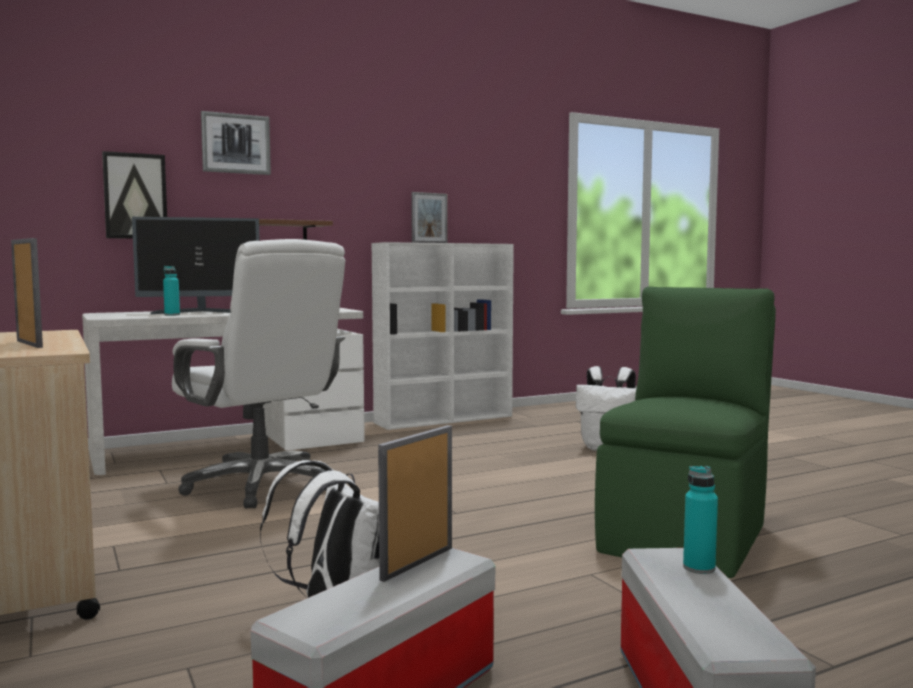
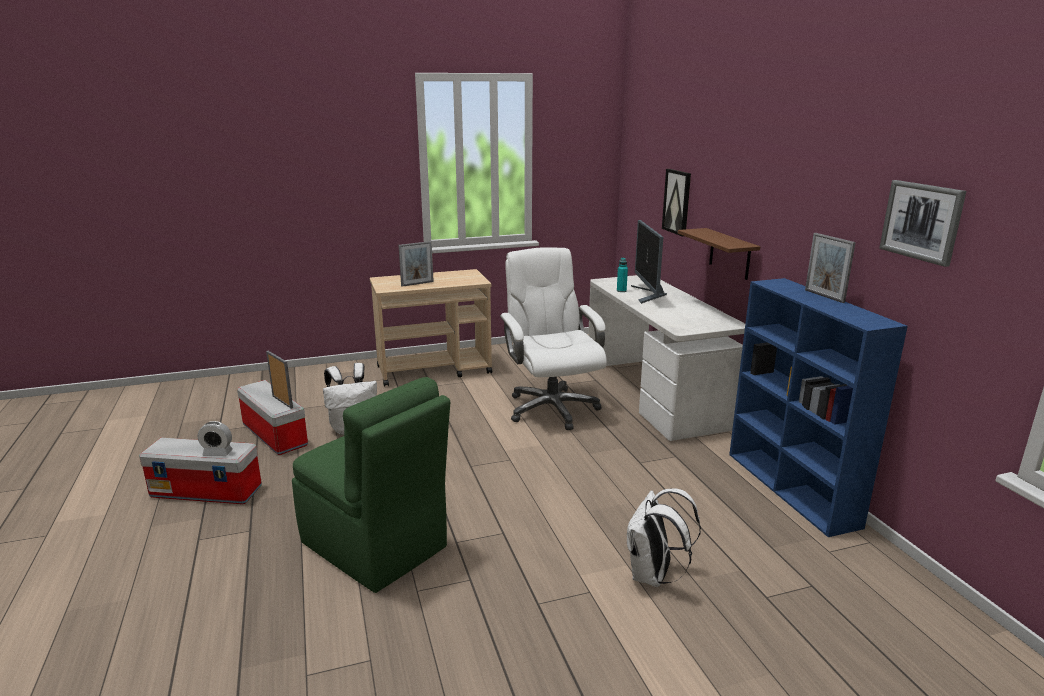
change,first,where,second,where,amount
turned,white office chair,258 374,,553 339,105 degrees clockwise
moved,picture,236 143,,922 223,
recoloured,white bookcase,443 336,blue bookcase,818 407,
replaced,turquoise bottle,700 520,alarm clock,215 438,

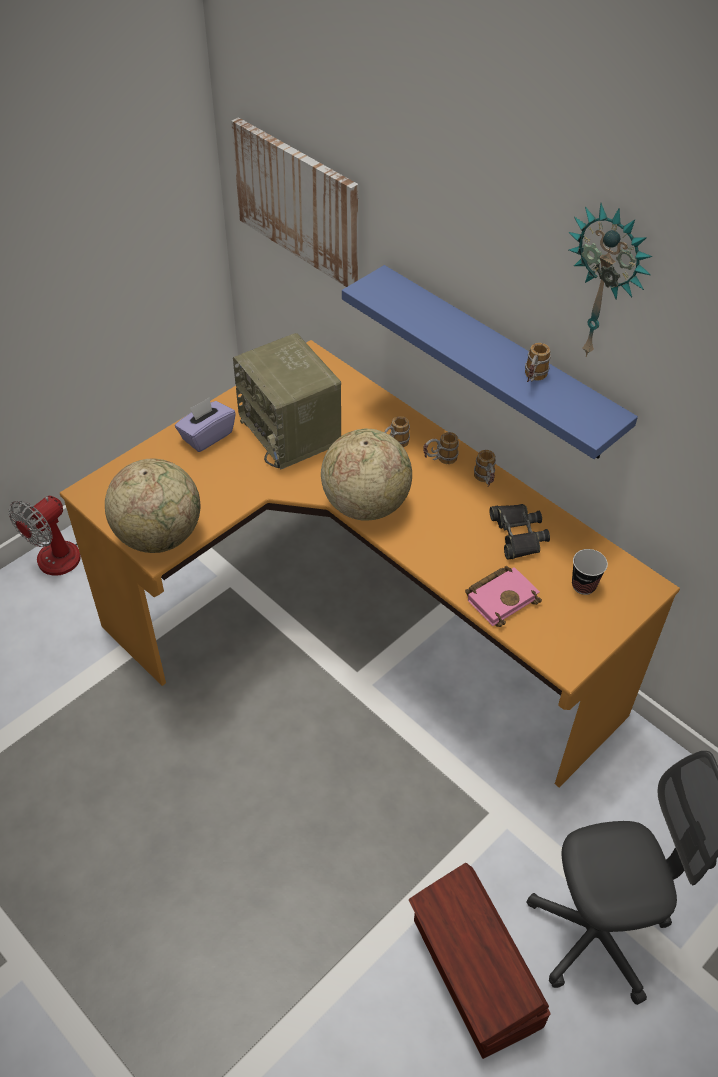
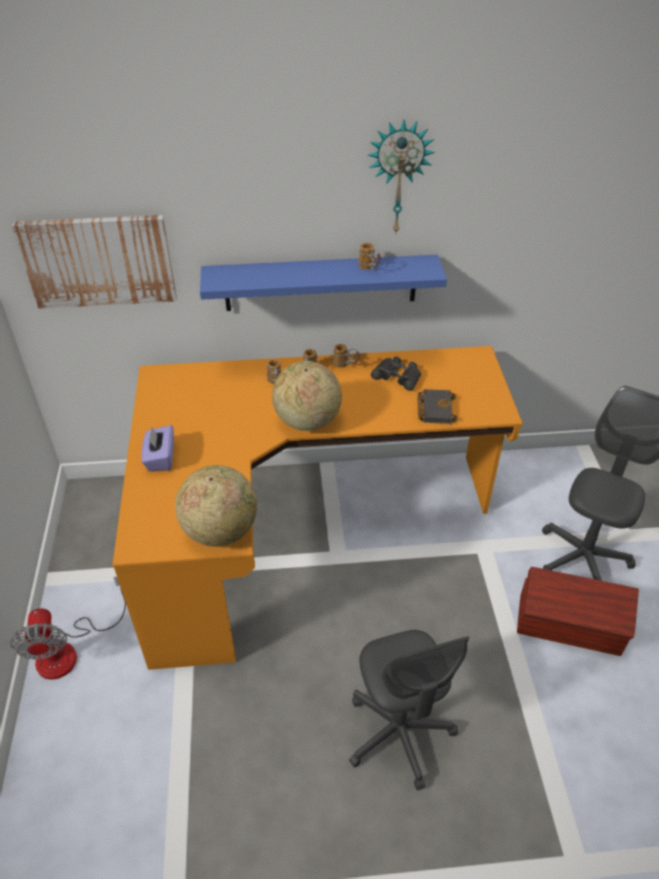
change,first,where,second,where,amount
removed,radio,287 401,,,
recoloured,pink book,503 596,black book,437 406,
removed,cup,590 572,,,
added,,,grey office chair,409 710,

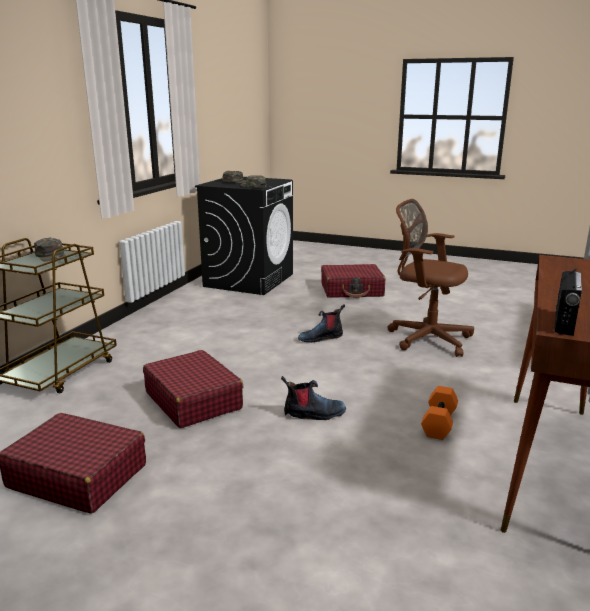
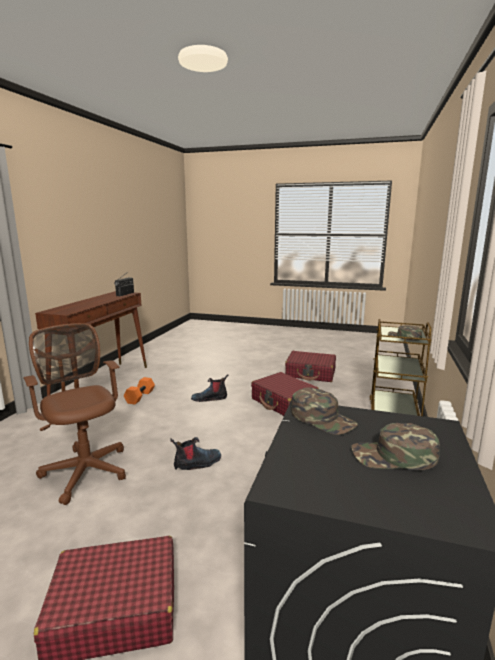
change,first,where,second,where,amount
turned,brown office chair,431 278,,74 414,150 degrees counterclockwise

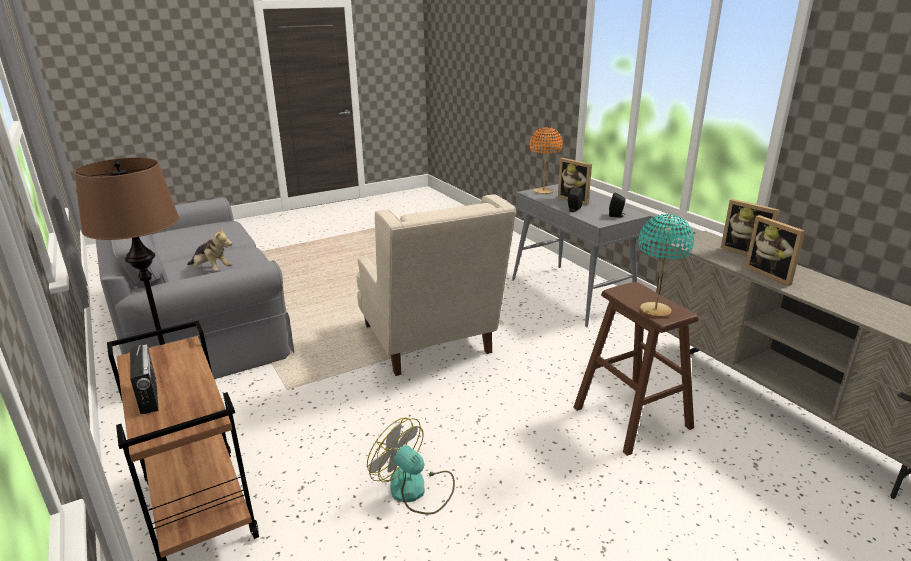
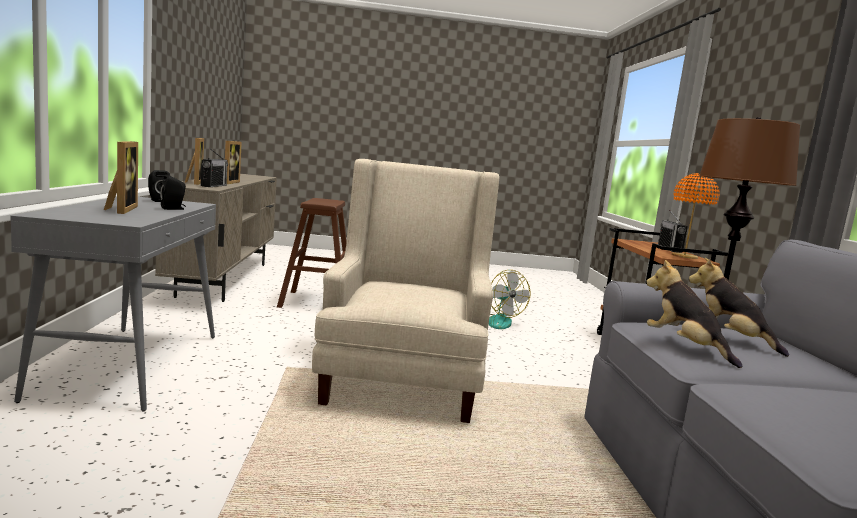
change,first,where,second,where,amount
moved,orange table lamp,546 160,,695 216,
removed,turquoise table lamp,666 265,,,
added,,,radio,214 167,
added,,,plush toy,694 314,

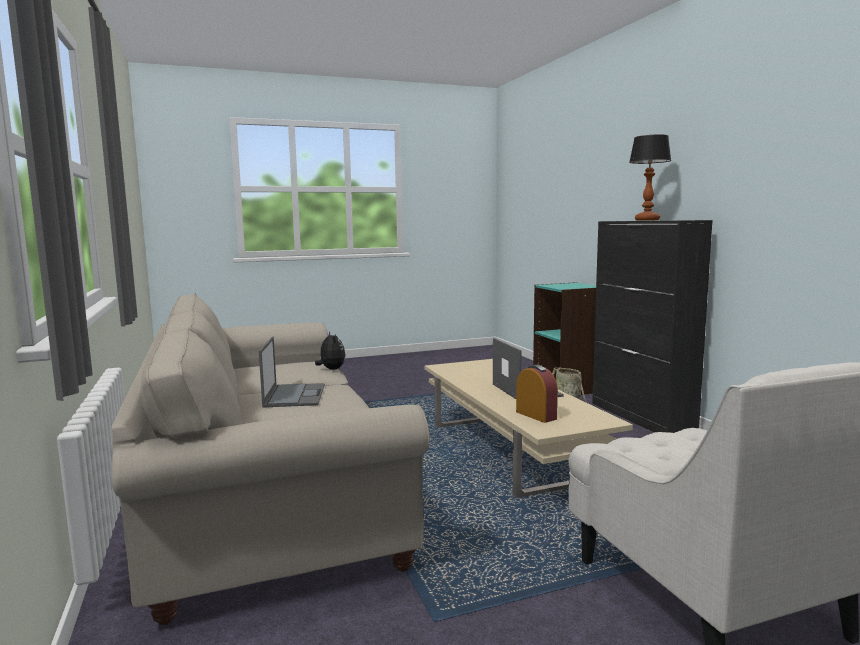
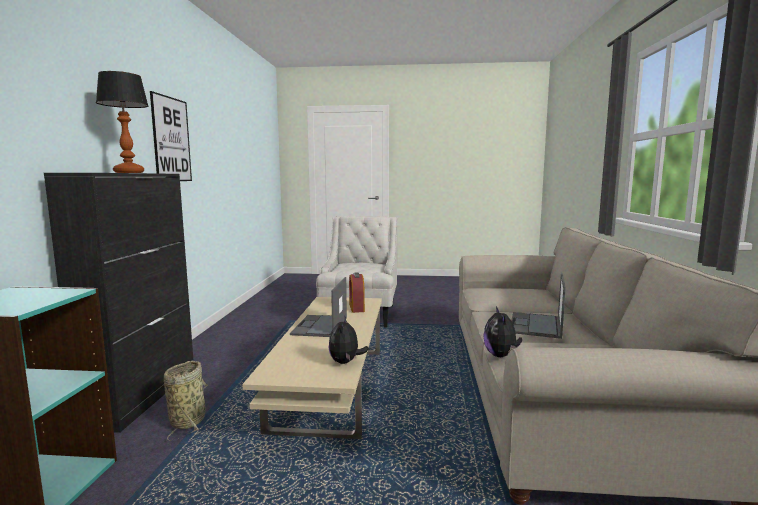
change,first,where,second,where,amount
added,,,picture,171 136,
added,,,plush toy,349 339,

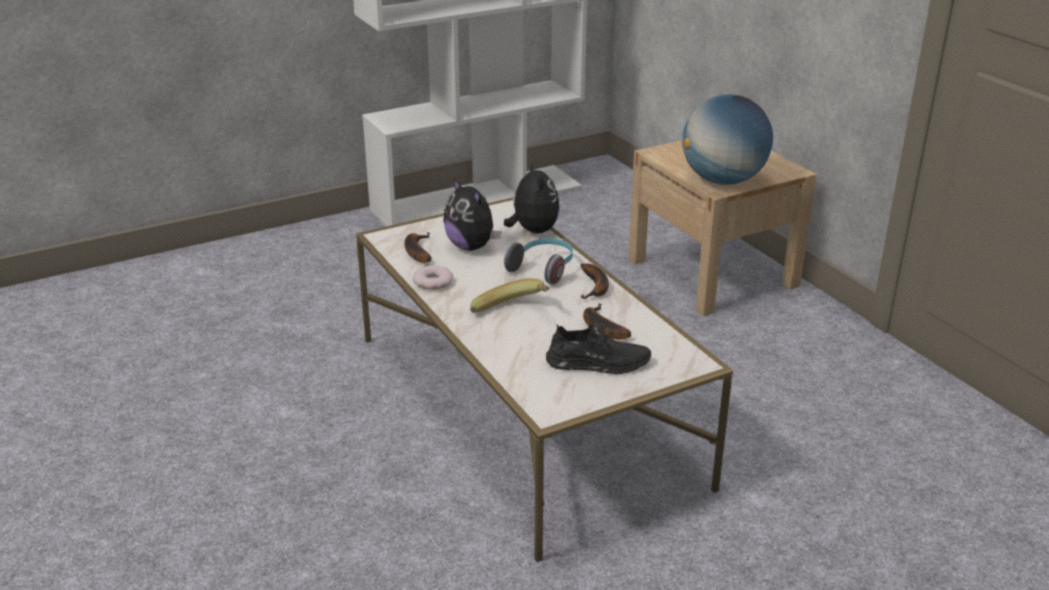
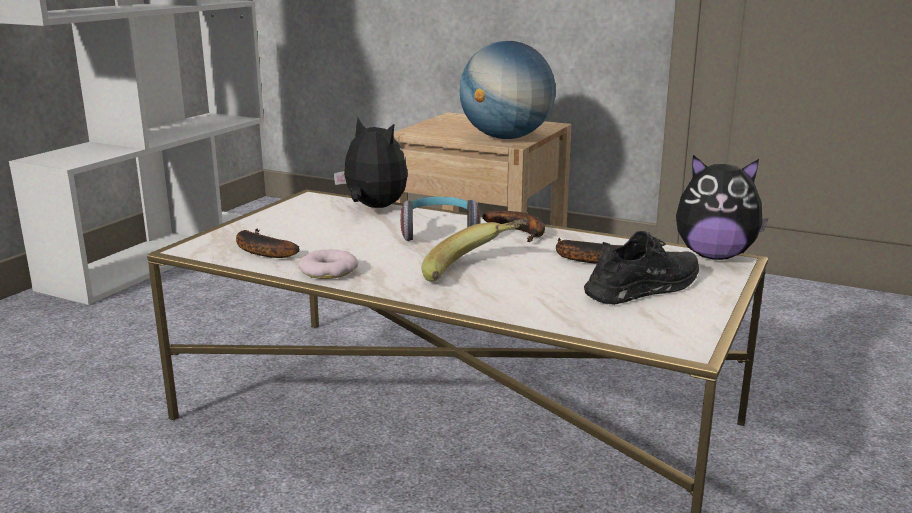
change,first,where,second,where,amount
moved,plush toy,472 214,,722 207,

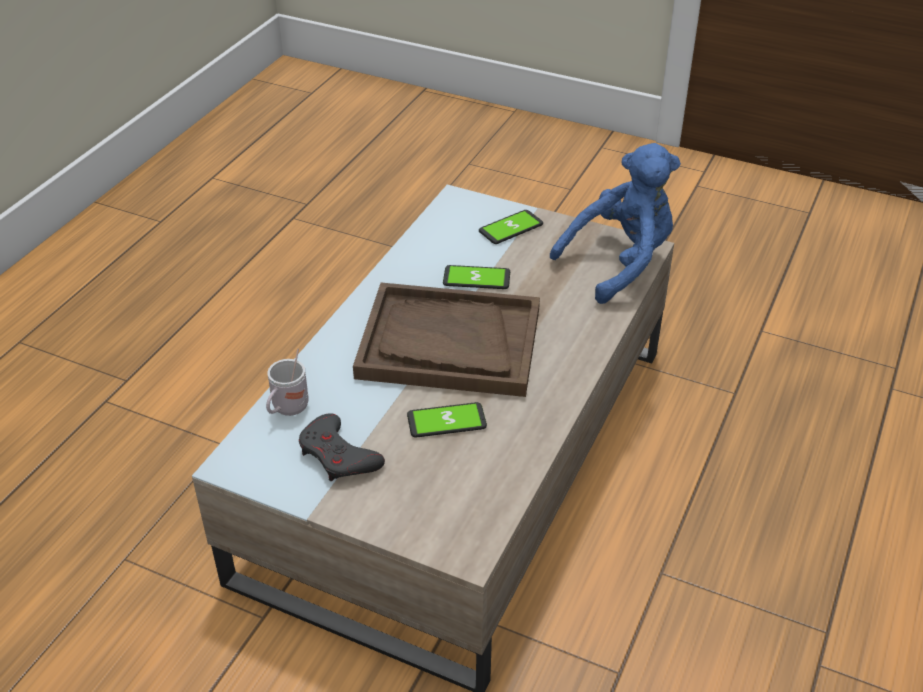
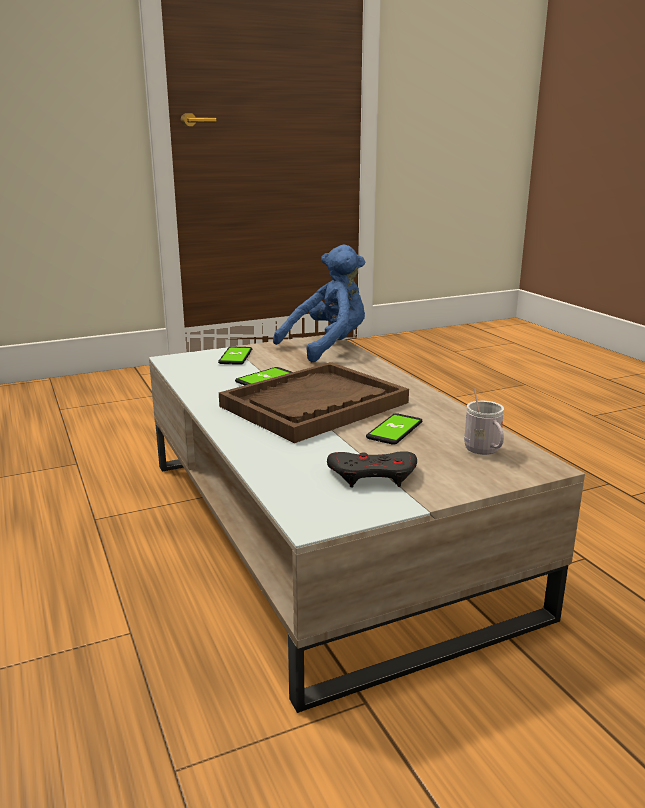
change,first,where,second,where,amount
moved,white mug,287 382,,484 422,
turned,blue plush toy,615 223,,319 303,45 degrees clockwise

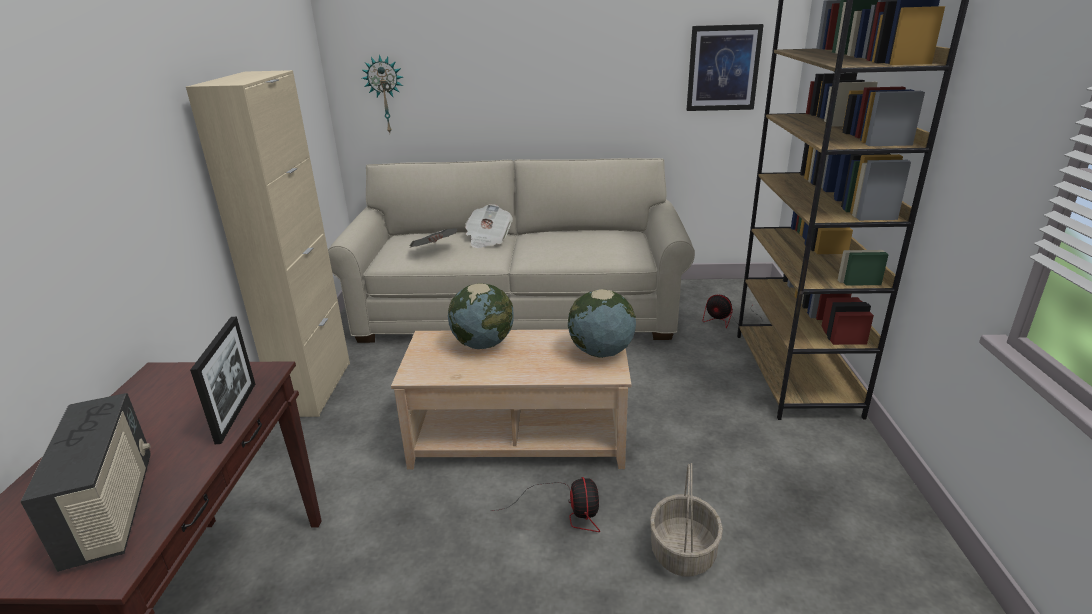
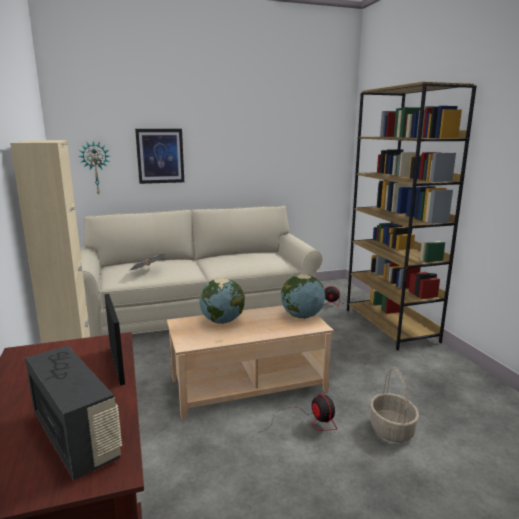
change,first,where,second,where,amount
removed,newspaper,489 226,,,
moved,picture,725 67,,159 156,

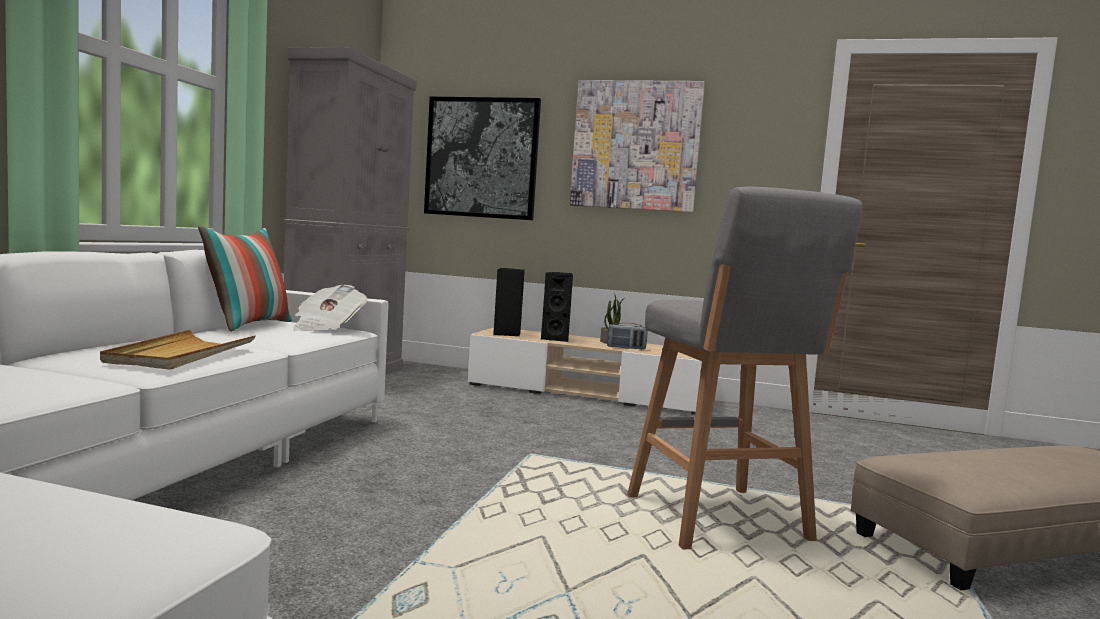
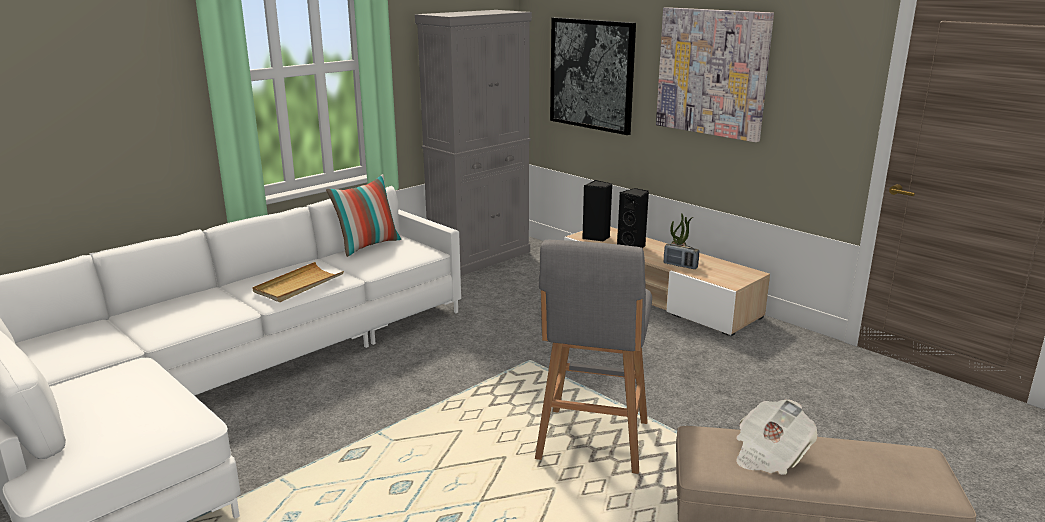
change,first,where,second,where,amount
moved,newspaper,330 308,,777 437,

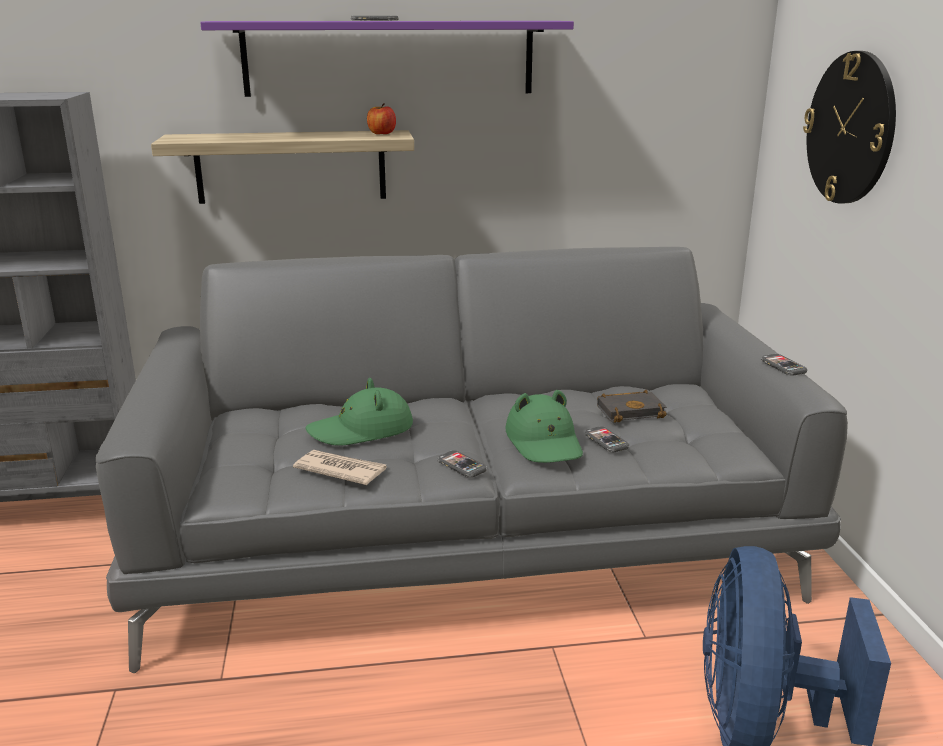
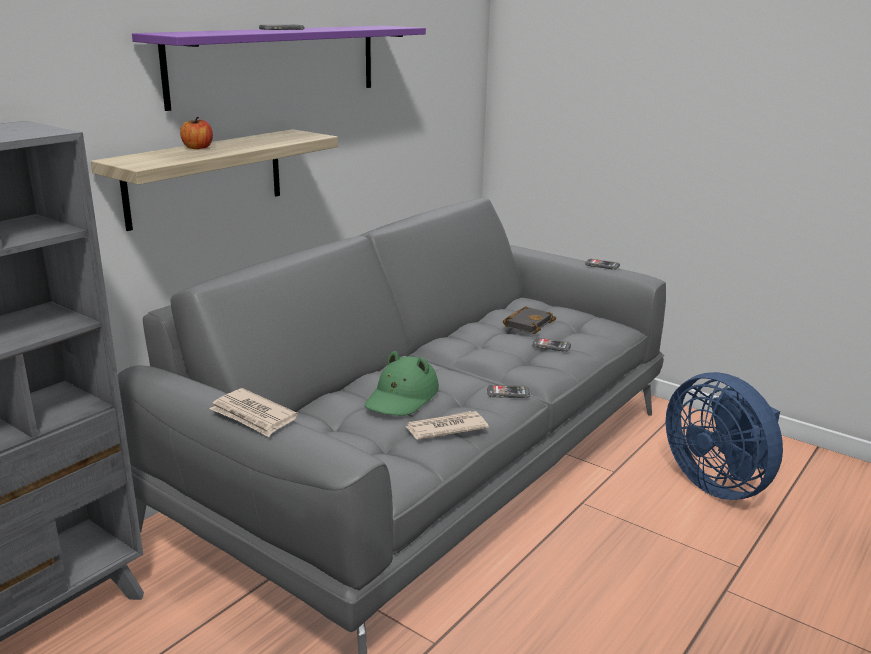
change,first,where,second,where,amount
moved,apple,381 118,,196 133,
removed,green hat,544 426,,,
removed,wall clock,849 127,,,
added,,,newspaper,254 412,

